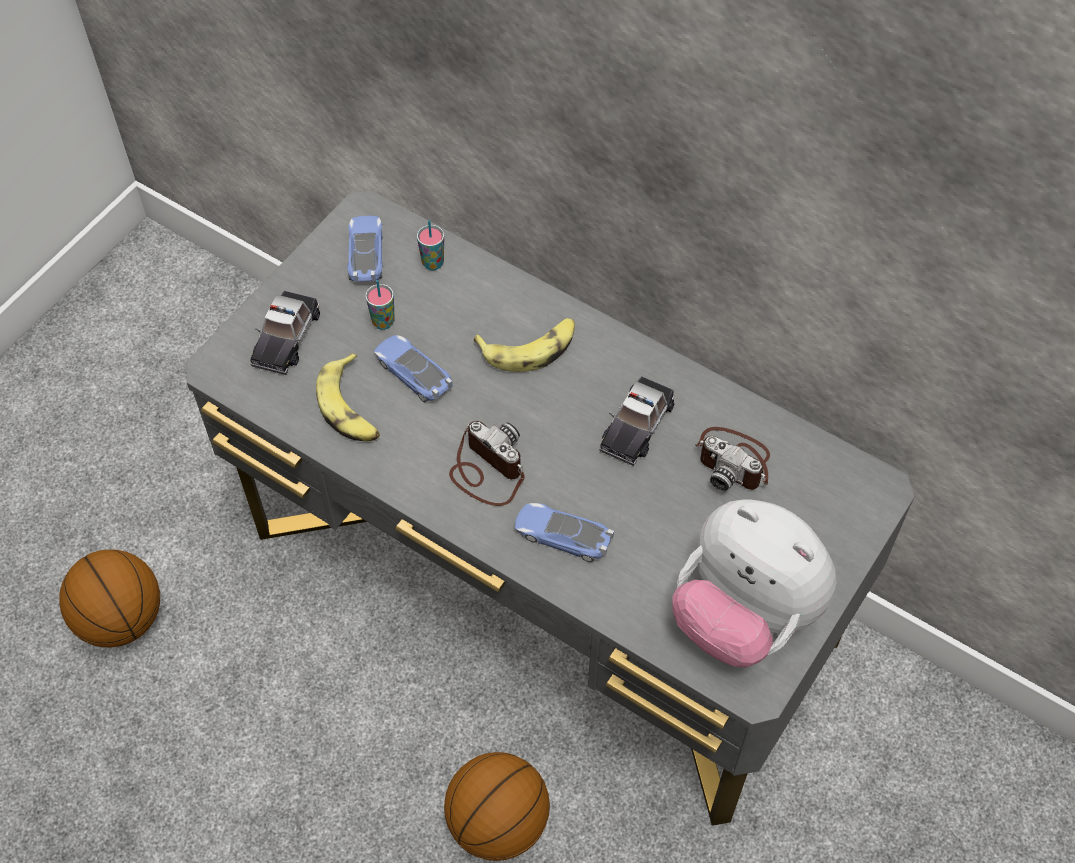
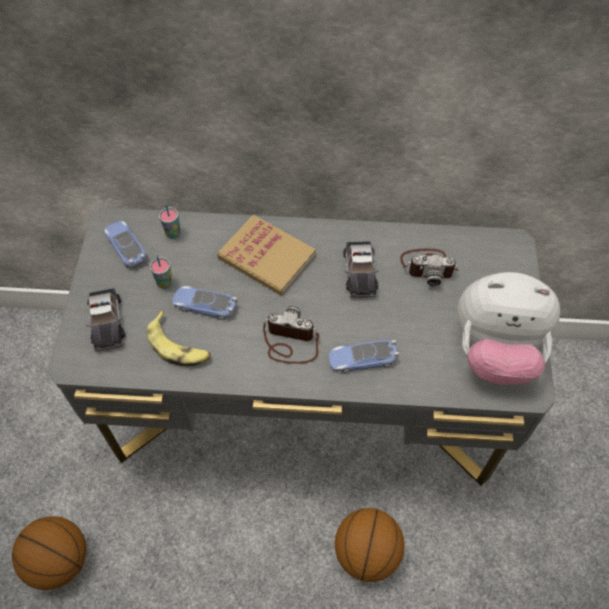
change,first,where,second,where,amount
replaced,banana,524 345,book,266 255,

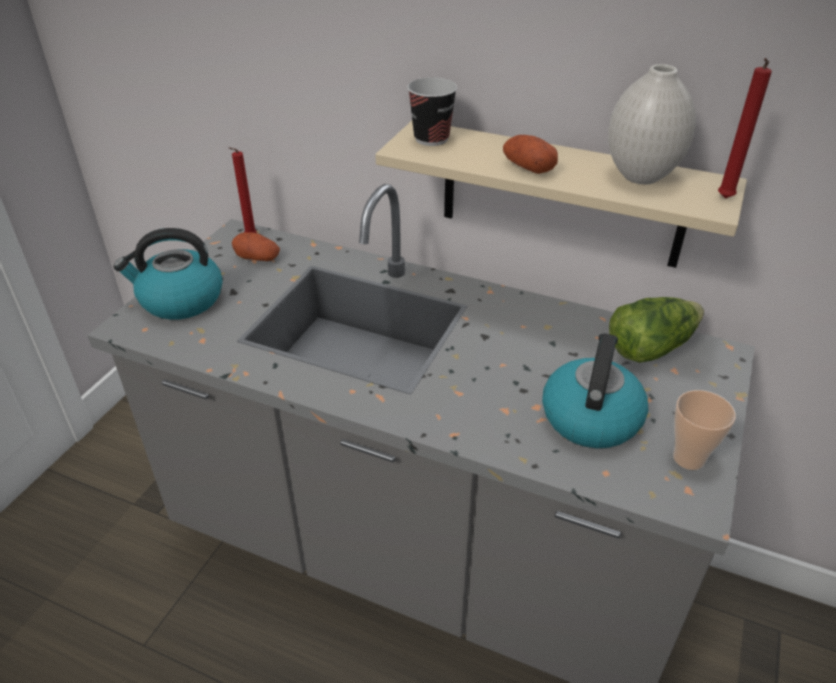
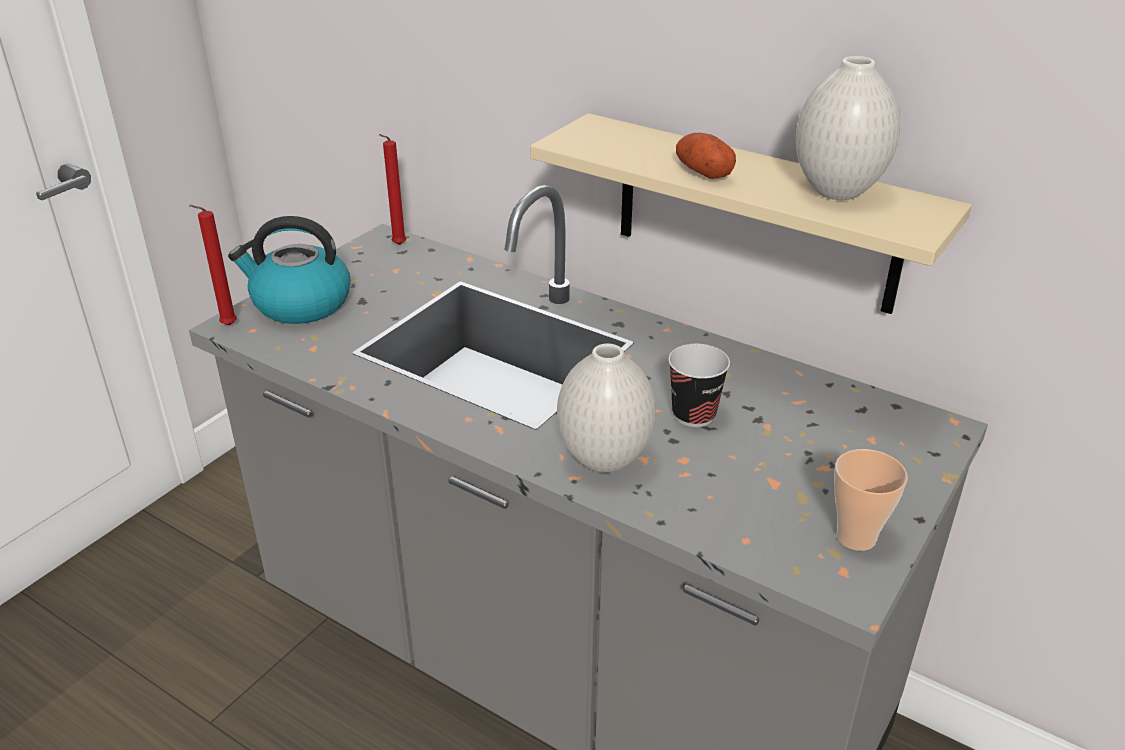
change,first,where,second,where,amount
removed,potato,256 246,,,
moved,cup,432 111,,699 385,
removed,kettle,595 390,,,
removed,lettuce,656 330,,,
moved,red candle,745 128,,213 265,
added,,,white vase,606 408,

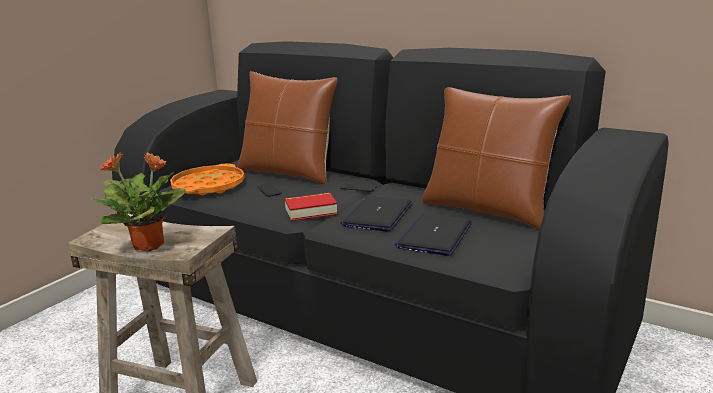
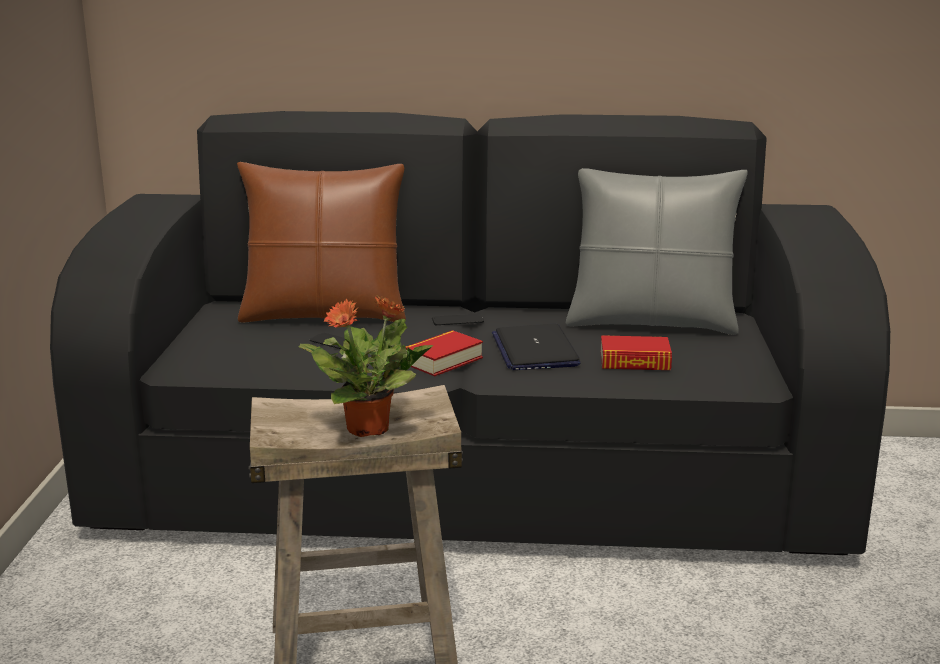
change,first,where,second,where,amount
removed,orange tray,207 179,,,
replaced,laptop,433 235,book,636 352,
recoloured,brown pillow,496 158,grey pillow,657 251,

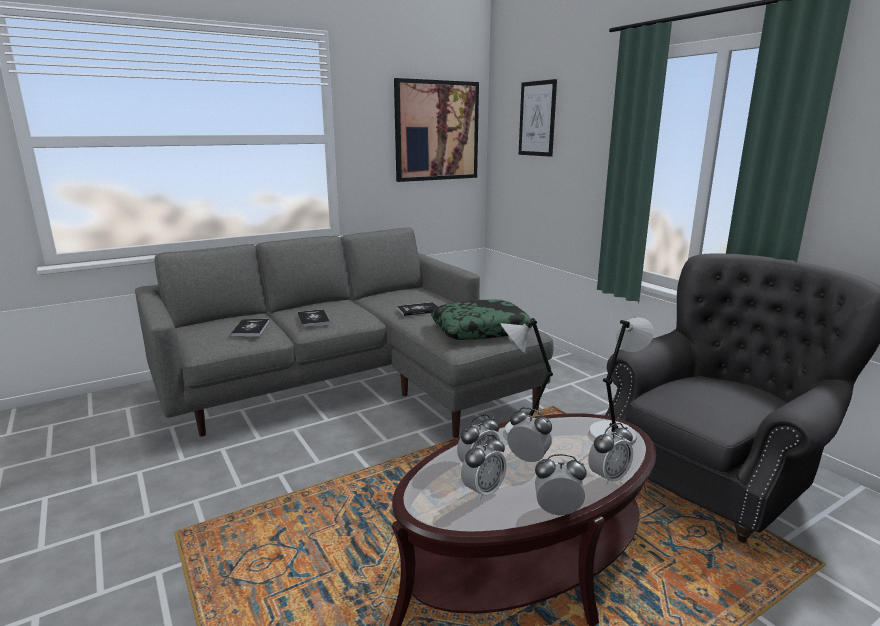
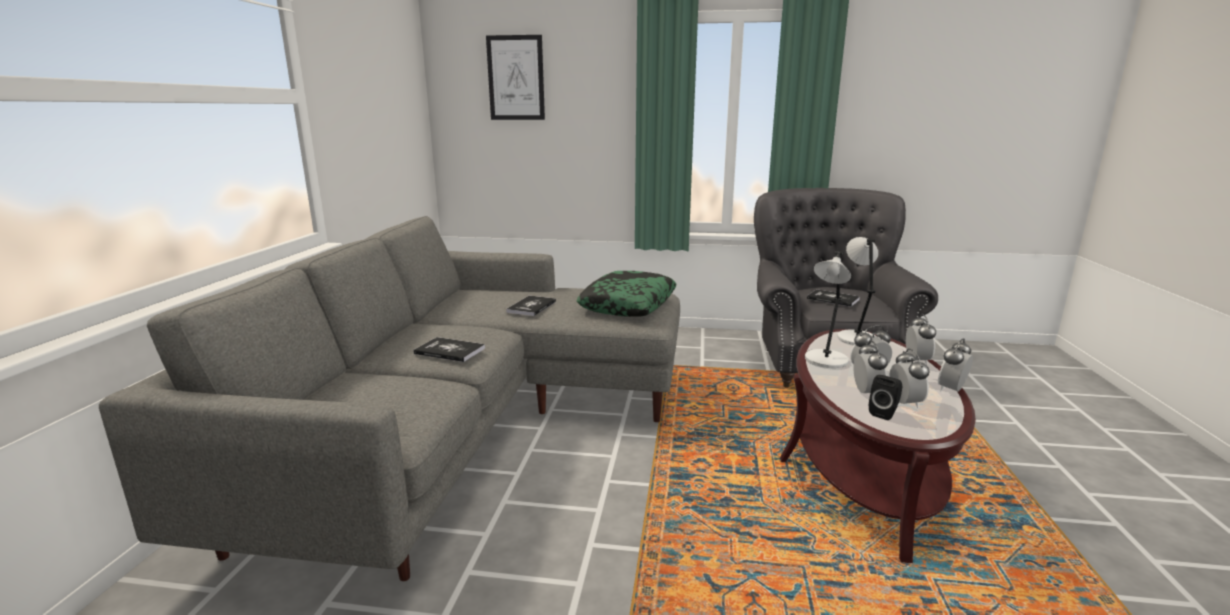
change,first,where,second,where,amount
moved,book,250 328,,833 298,
removed,picture,436 130,,,
added,,,black speaker,885 397,

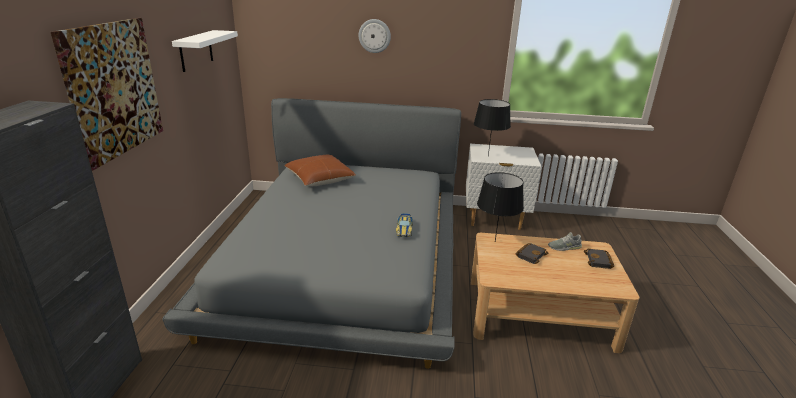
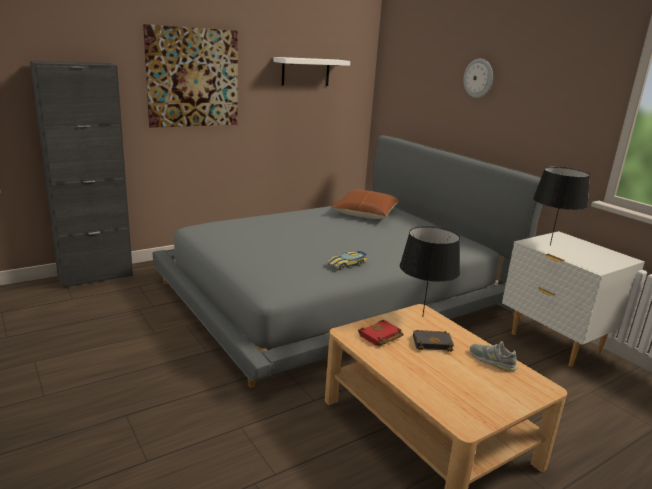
change,first,where,second,where,amount
removed,black book,599 259,,,
added,,,red book,381 333,

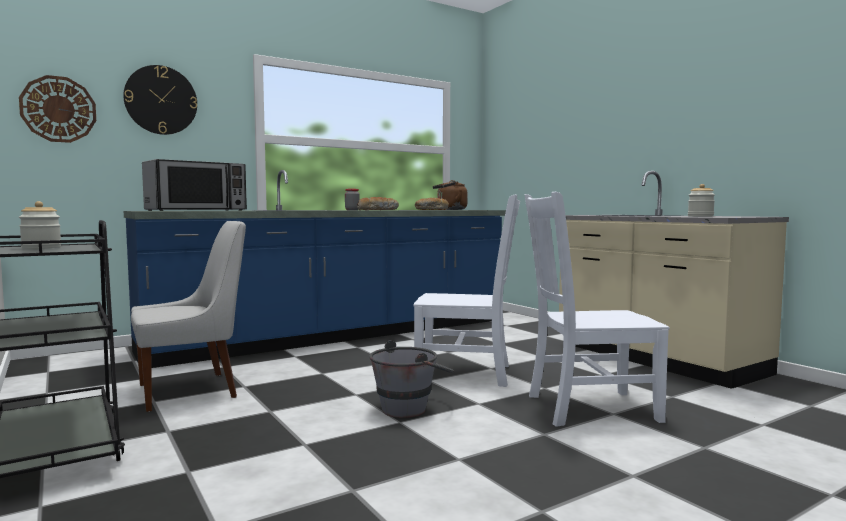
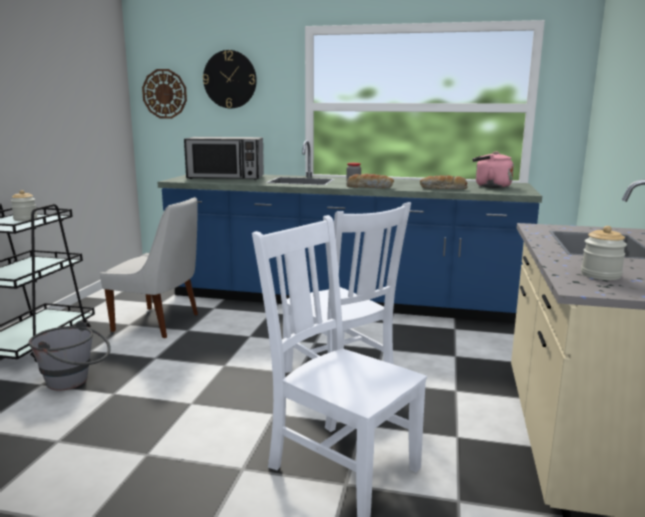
change,first,where,second,where,amount
moved,grey bucket,411 379,,69 356,
recoloured,brown kettle,450 195,pink kettle,493 170,

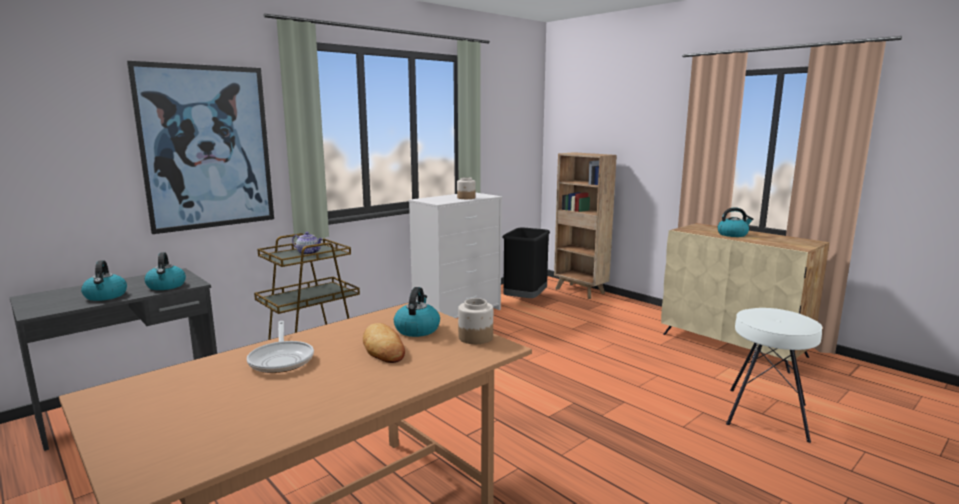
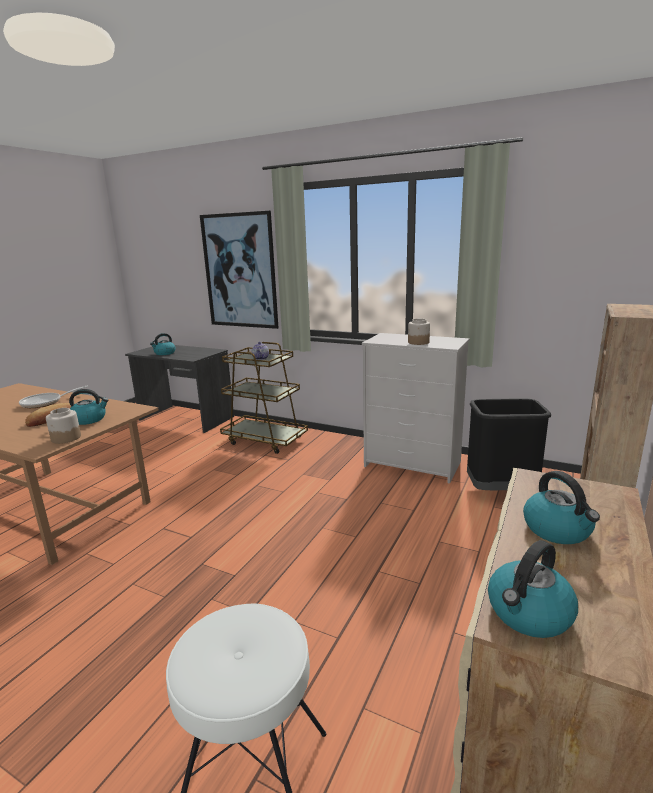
change,first,where,second,where,amount
moved,kettle,165 271,,533 589,

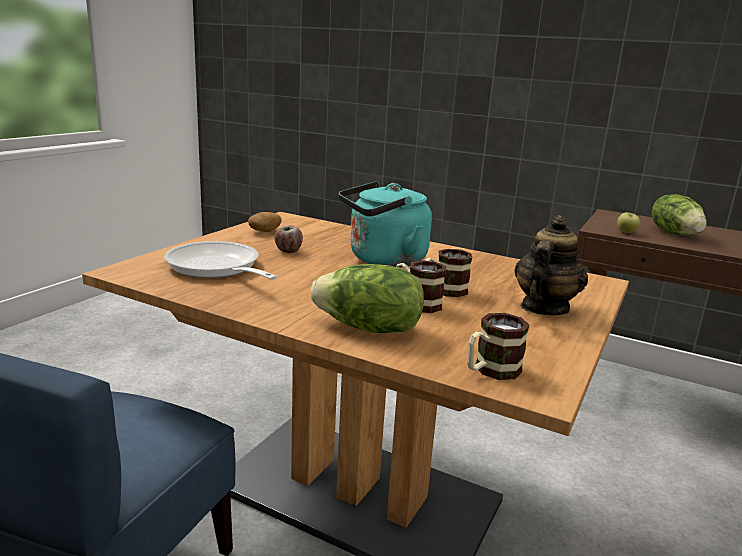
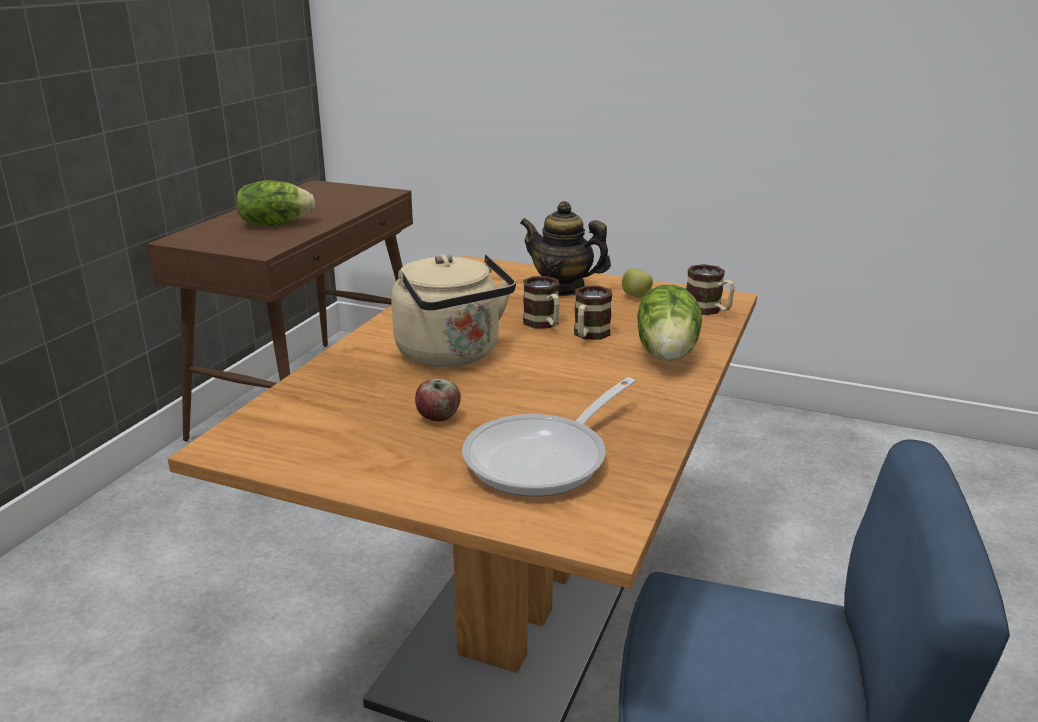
change,first,where,second,where,amount
removed,potato,265 222,,,
recoloured,turquoise kettle,385 224,beige kettle,453 310,
moved,apple,628 222,,637 283,

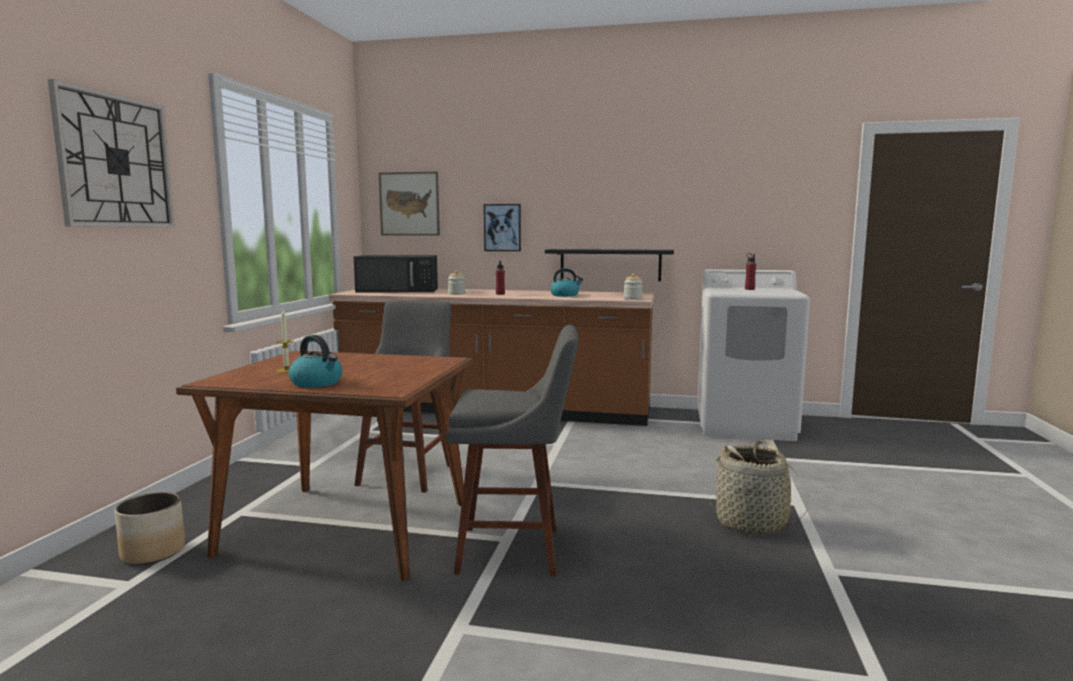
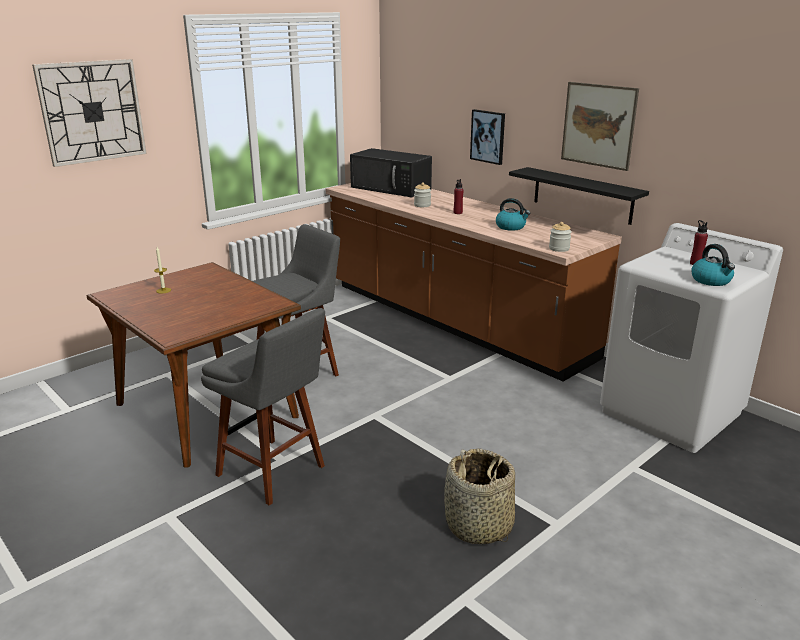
change,first,where,second,where,amount
removed,planter,150 528,,,
moved,kettle,315 361,,713 265,
moved,picture,409 204,,600 126,

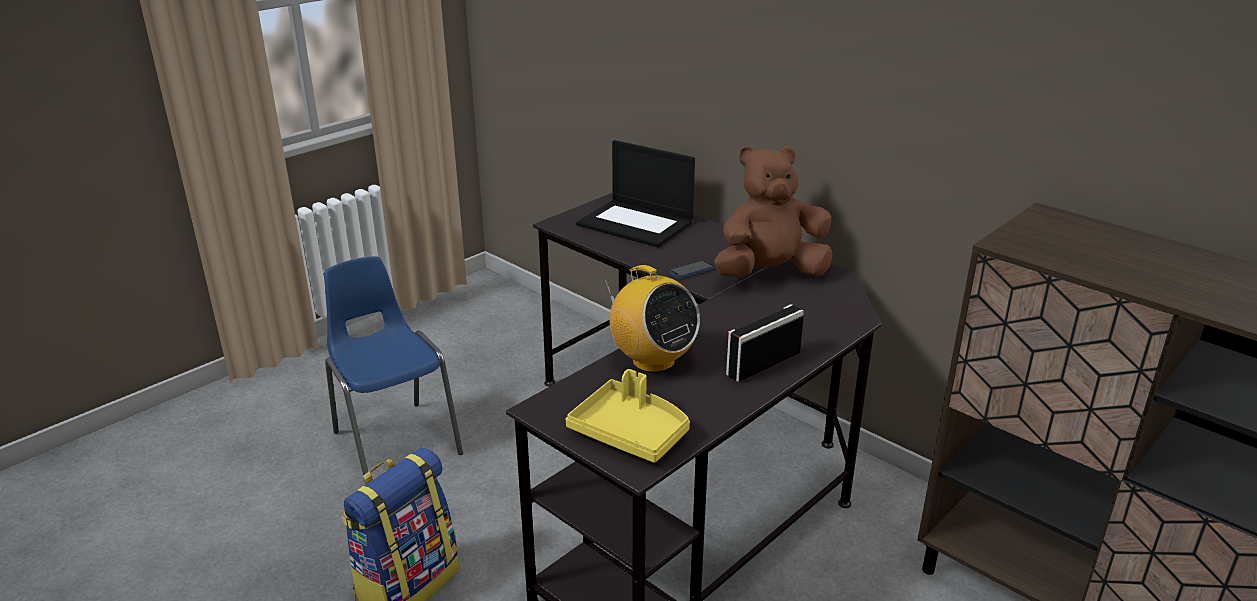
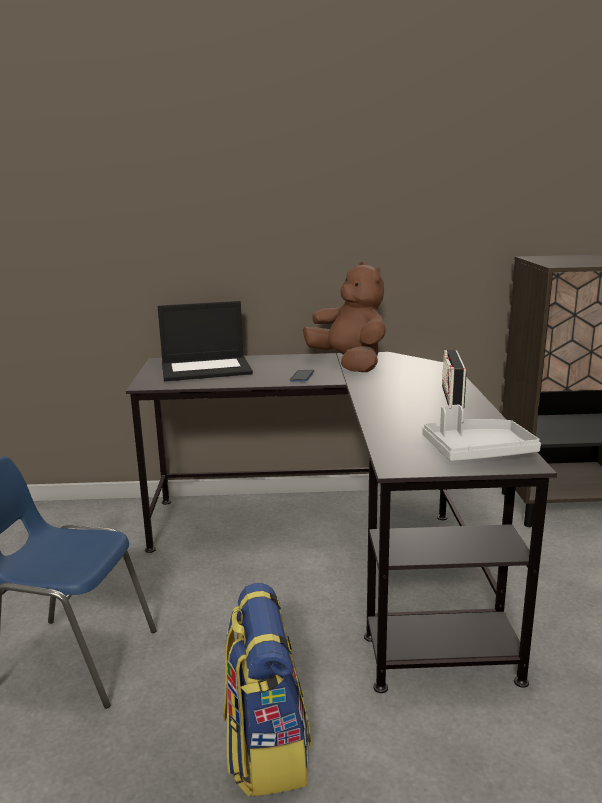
change,first,where,second,where,amount
recoloured,yellow tray,628 416,grey tray,481 433,
removed,radio,652 319,,,
turned,brown plush toy,773 212,,344 317,120 degrees clockwise

